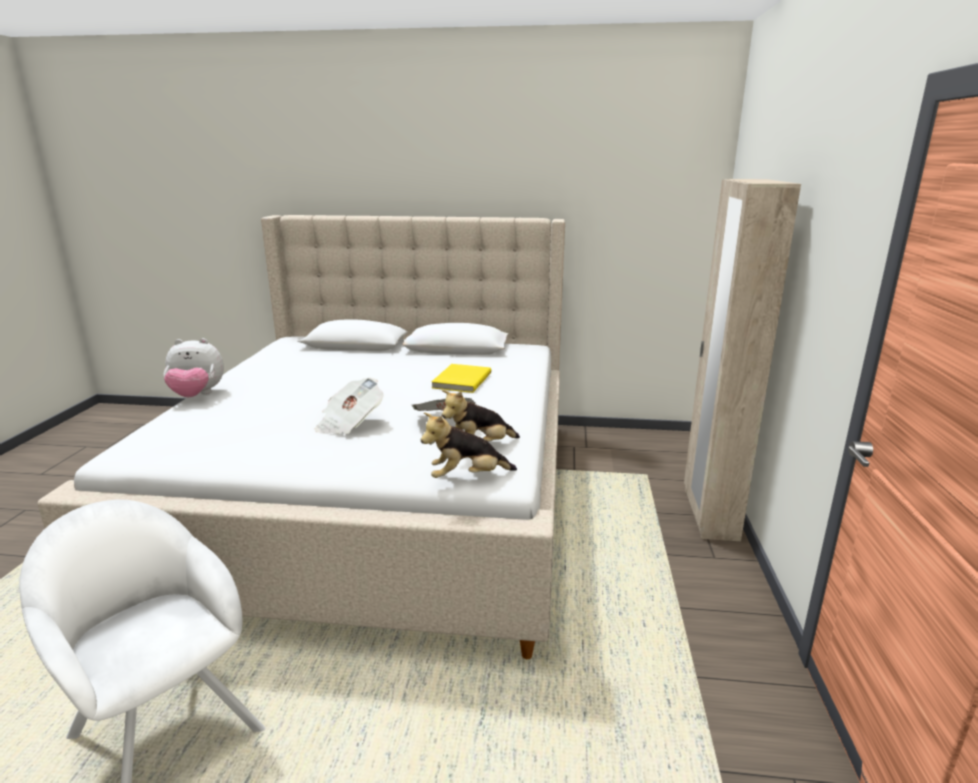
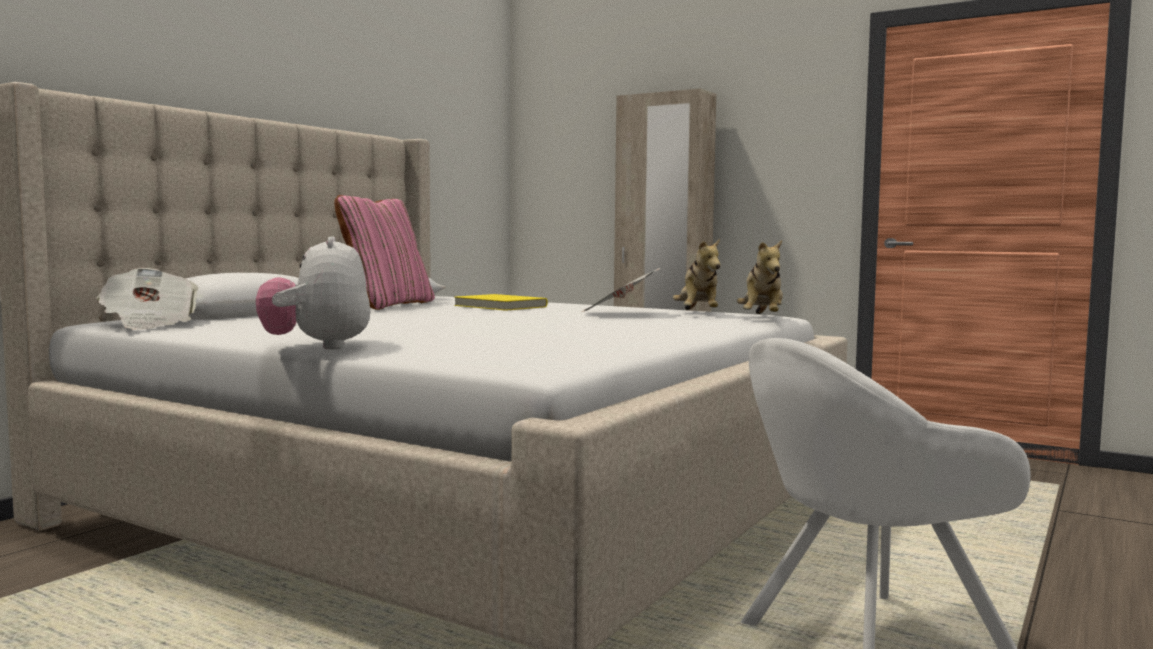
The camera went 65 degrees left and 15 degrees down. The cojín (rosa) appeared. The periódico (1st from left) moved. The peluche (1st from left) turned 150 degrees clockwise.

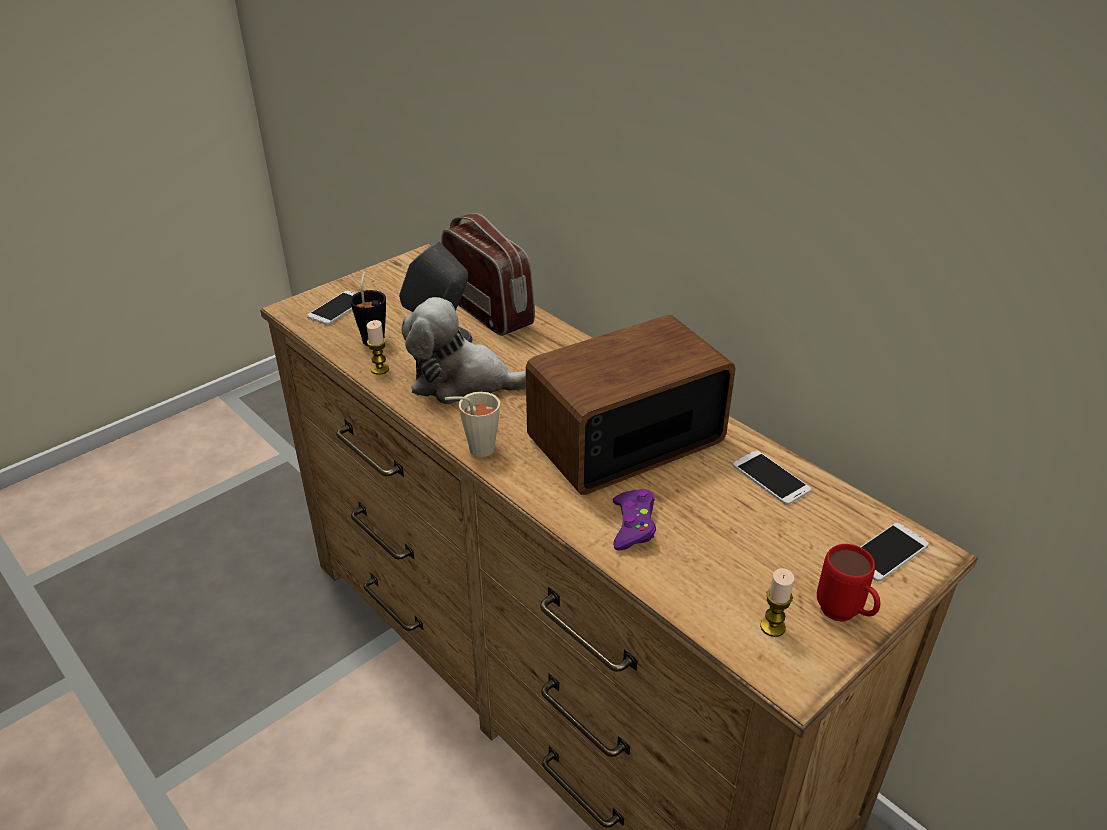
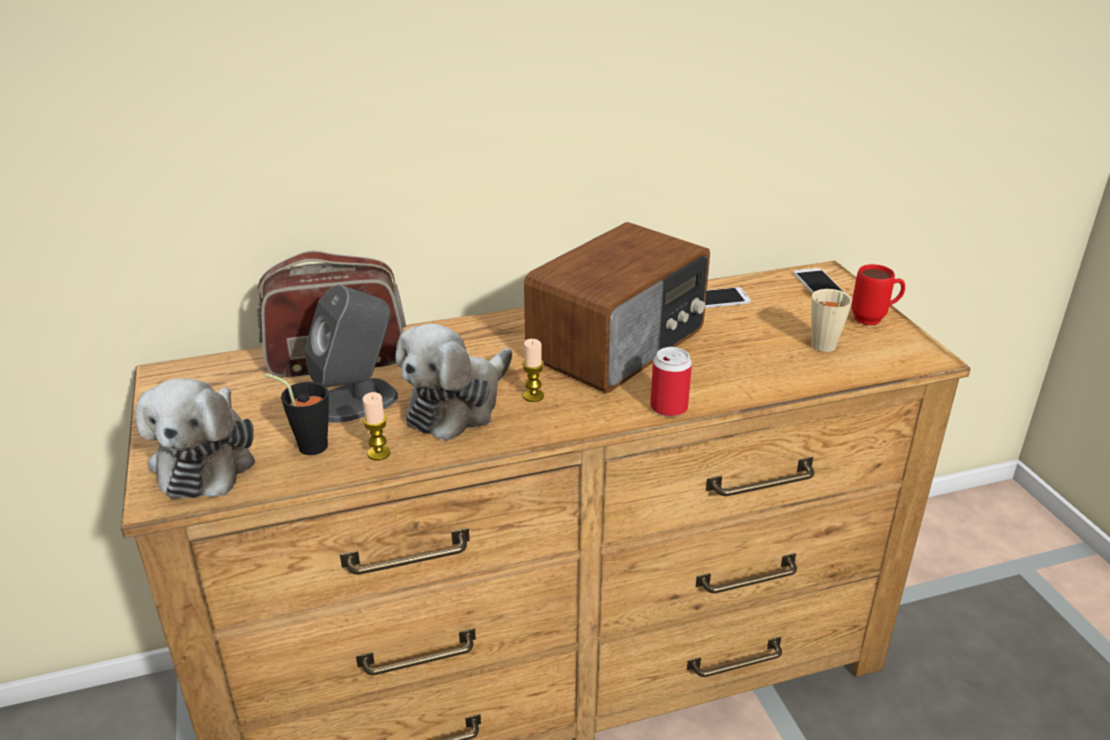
The camera went 65 degrees left and 5 degrees down. The mando de consola (morado) disappeared. The lata appeared. The taza (beis) moved. The vela (2nd from left) moved. The móvil (1st from left) was replaced by the peluche (1st from left). The radio (2nd from left) turned 135 degrees counterclockwise.

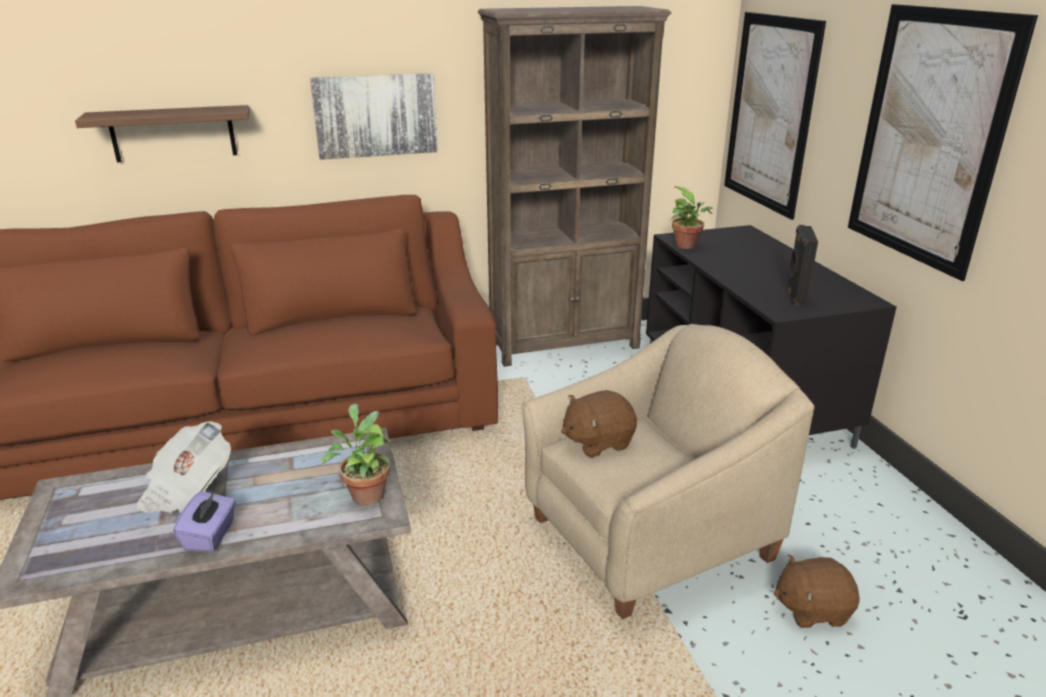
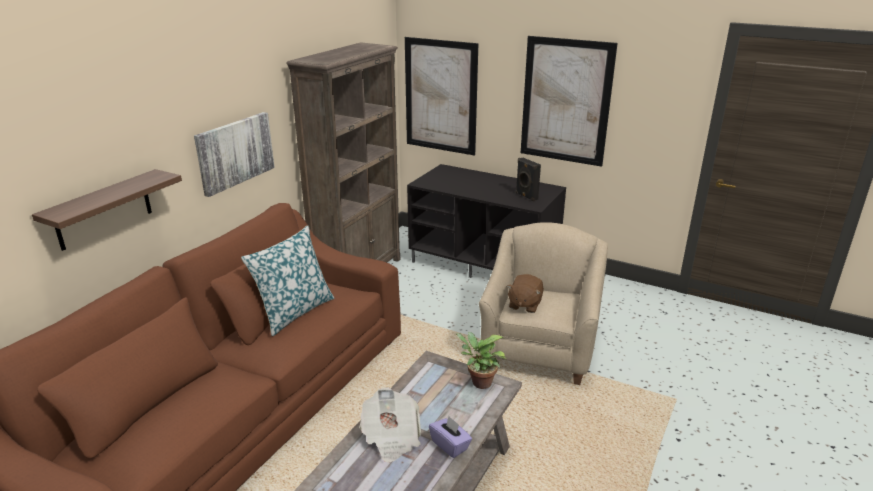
The camera went 45 degrees left and 0 degrees up. The planta en maceta (2nd from left) disappeared. The peluche (marrón) (2nd from left) disappeared. The cojín appeared.

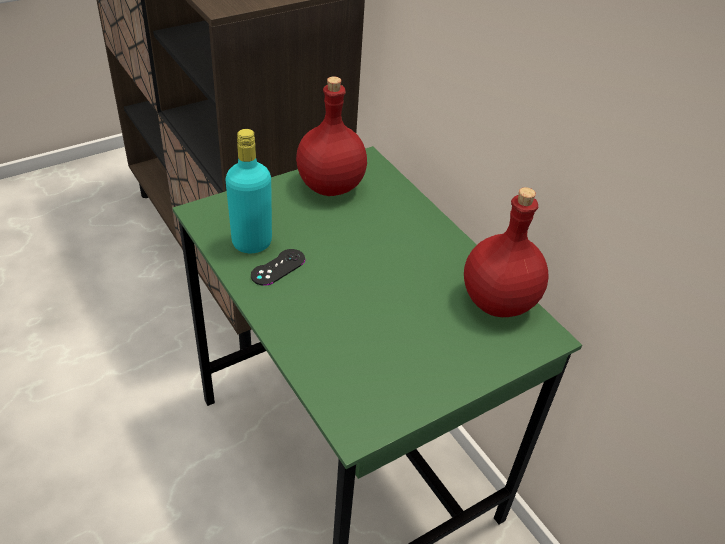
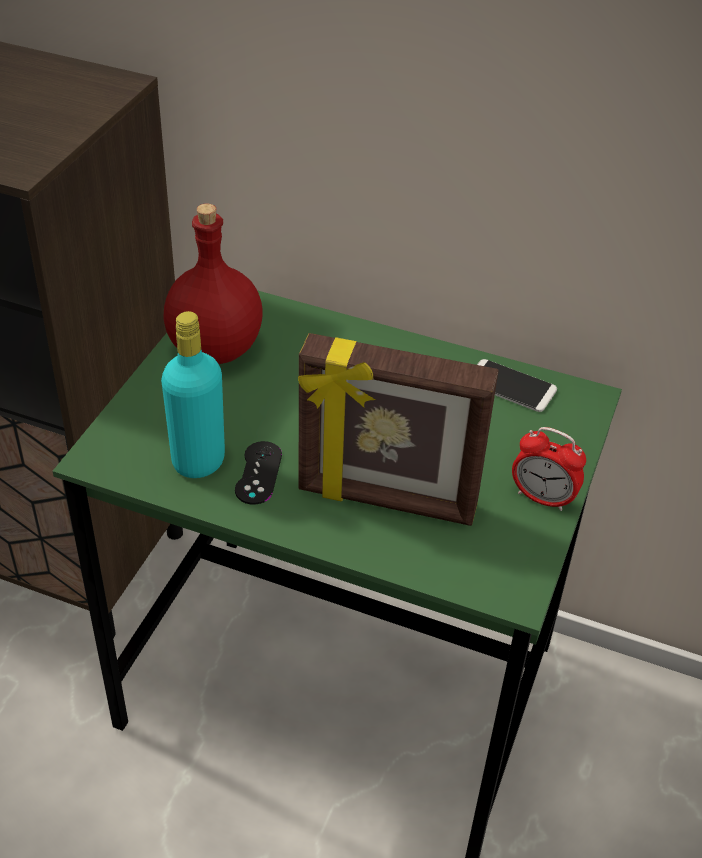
The camera went 35 degrees left and 0 degrees up. The portarretratos appeared. The despertador appeared. The botella (rojo) (2nd from left) was replaced by the móvil.

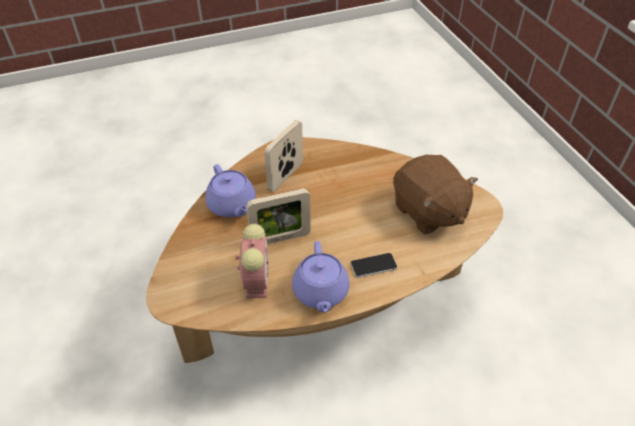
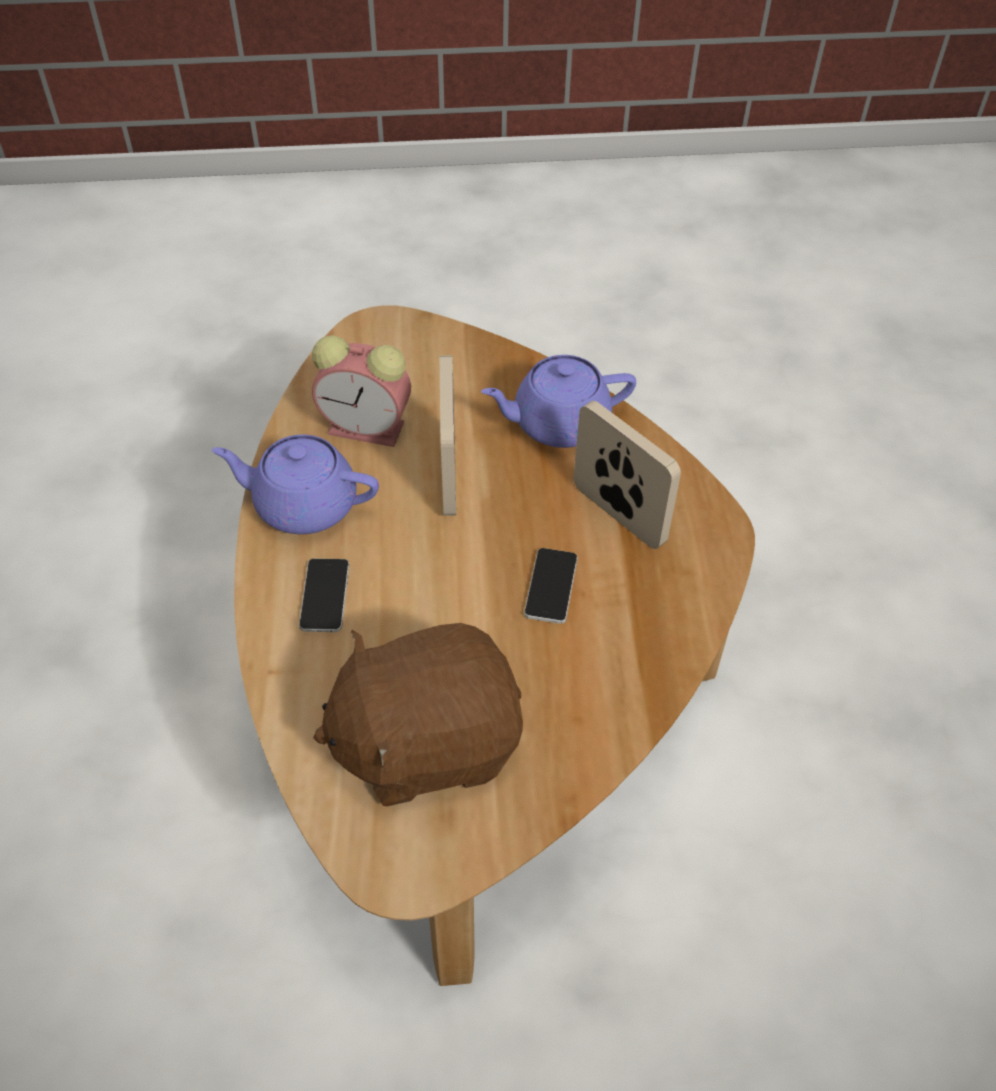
The camera went 105 degrees right and 5 degrees up. The móvil (2nd from left) appeared.

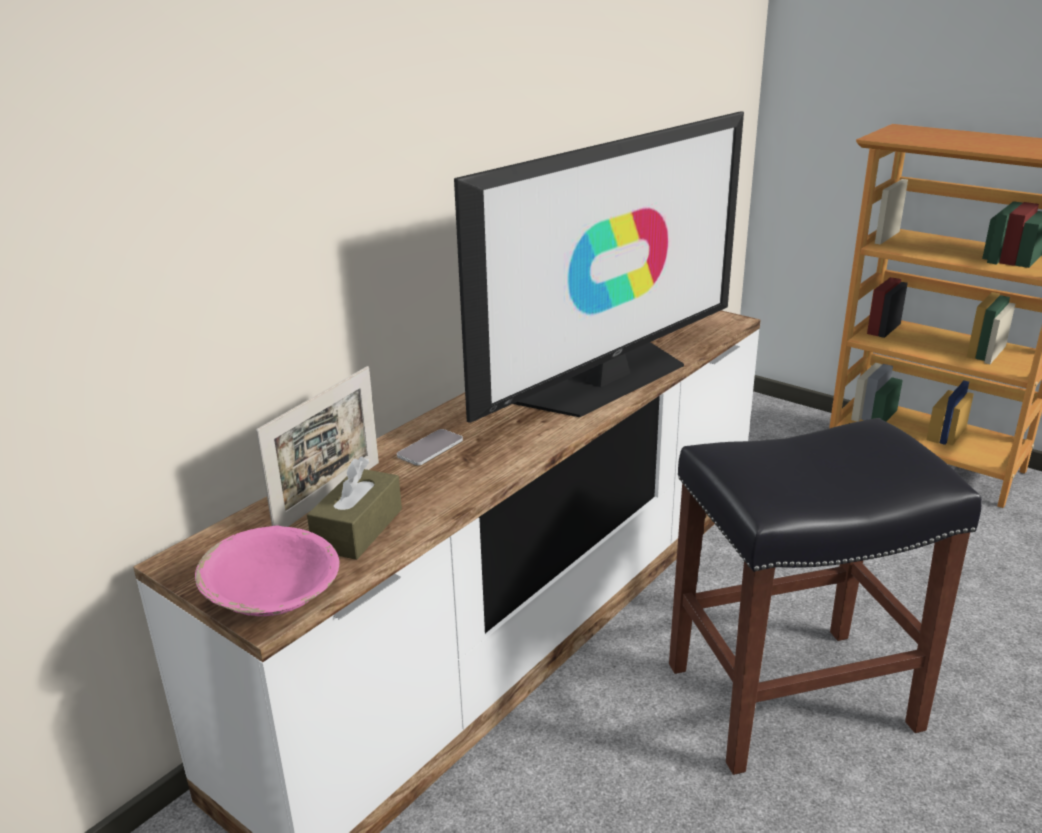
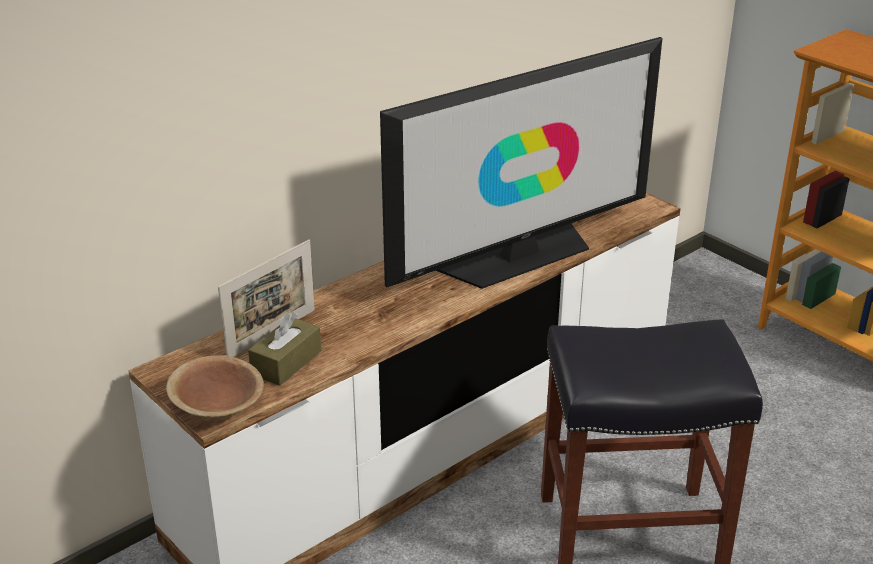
The camera went 10 degrees right and 5 degrees up. The móvil disappeared. The cuenco (rosa) became the cuenco (marrón).

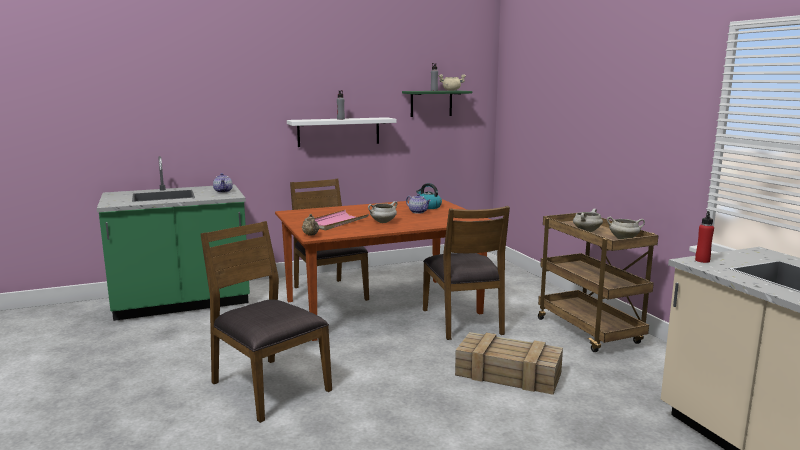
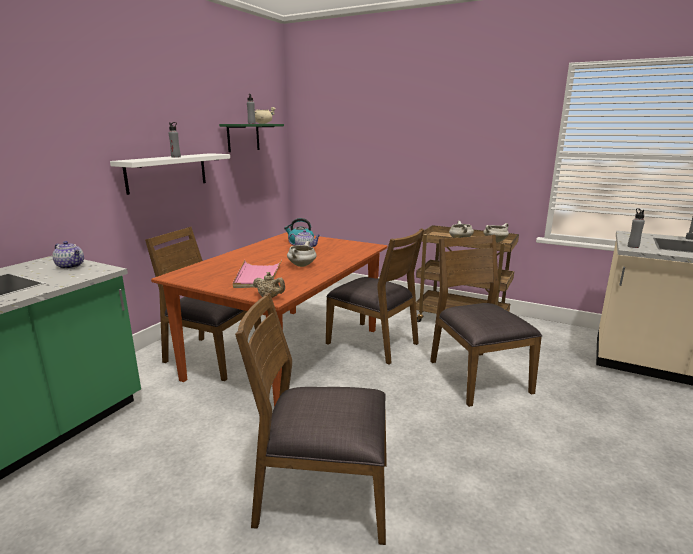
The camera went 40 degrees left and 5 degrees up. The caja de embalaje was replaced by the silla (marrón) (4th from left). The botella (rojo) became the botella (gris) (3rd from left).

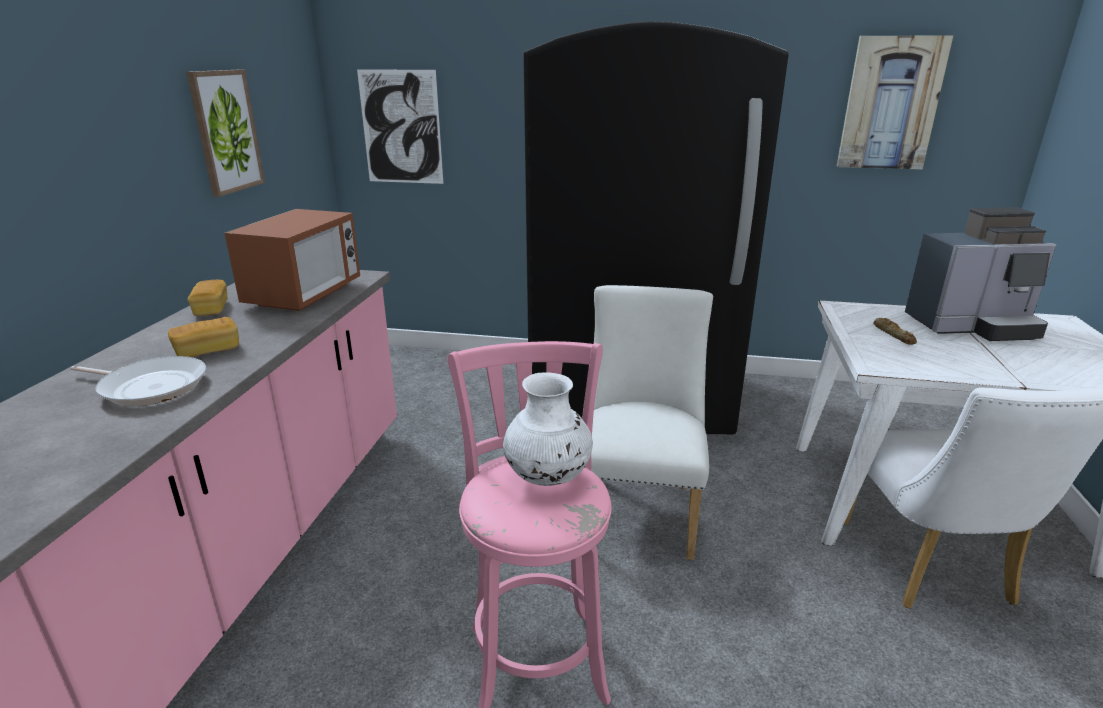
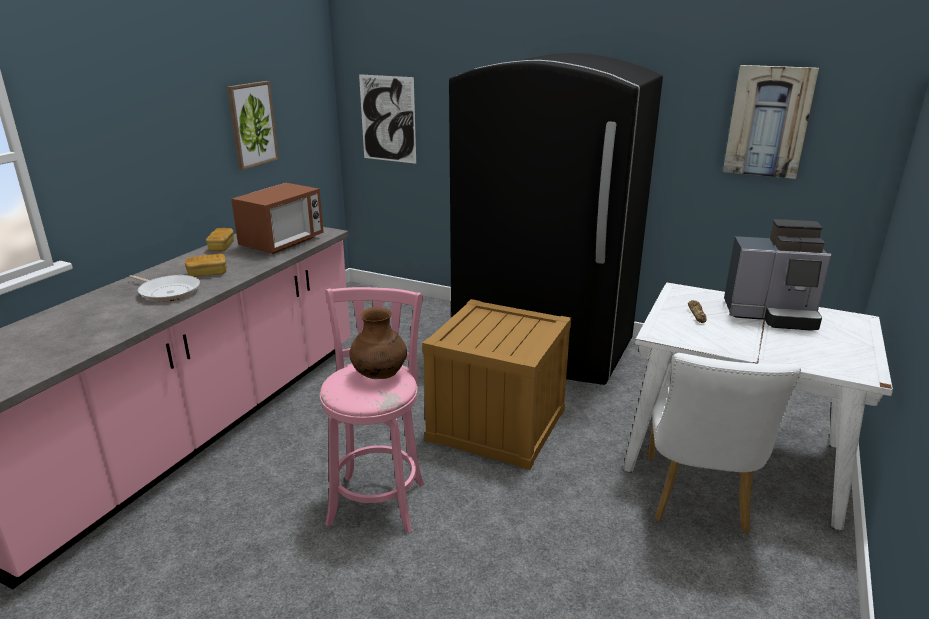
The camera went 15 degrees right and 0 degrees up. The silla (blanco) (1st from left) was replaced by the caja de embalaje. The florero (blanco) became the florero (marrón).

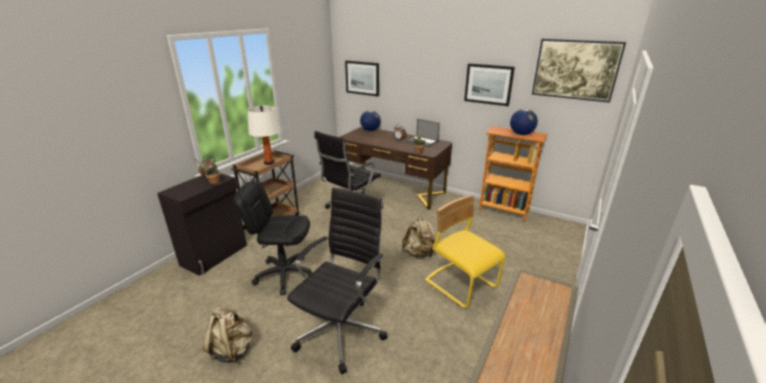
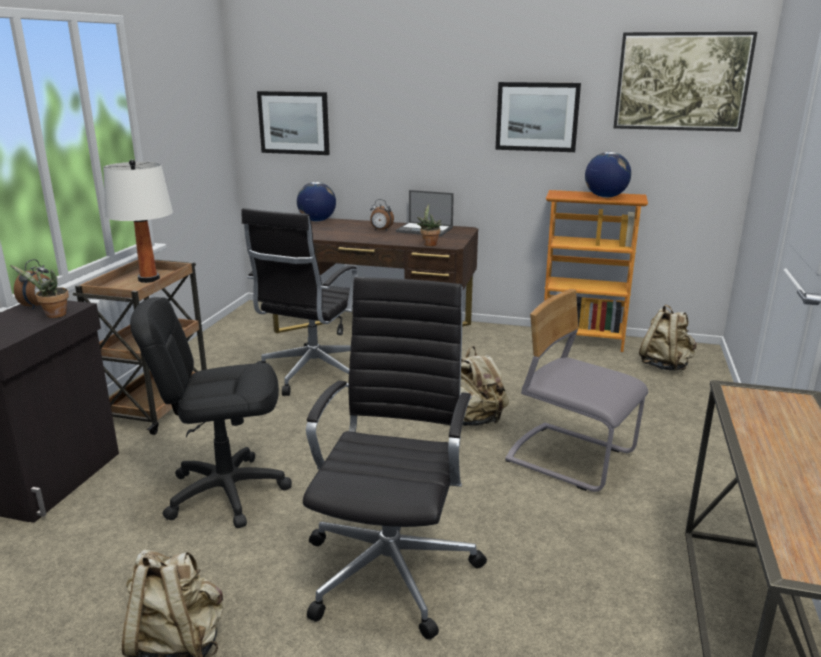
The camera went 15 degrees left and 5 degrees down. The mochila (beis) (3rd from left) appeared. The silla (amarillo) became the silla (gris).

